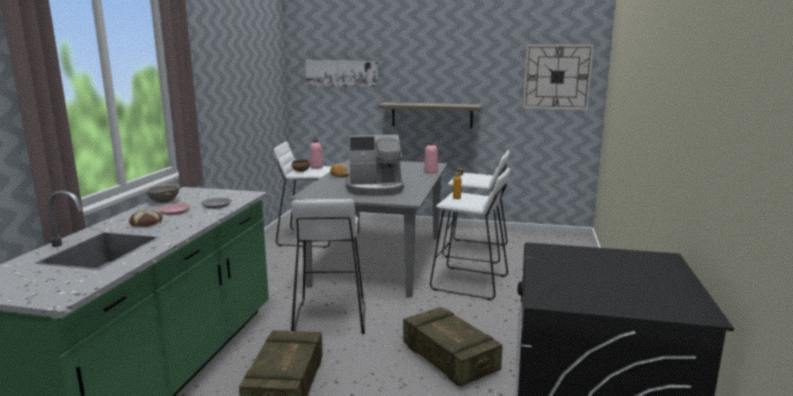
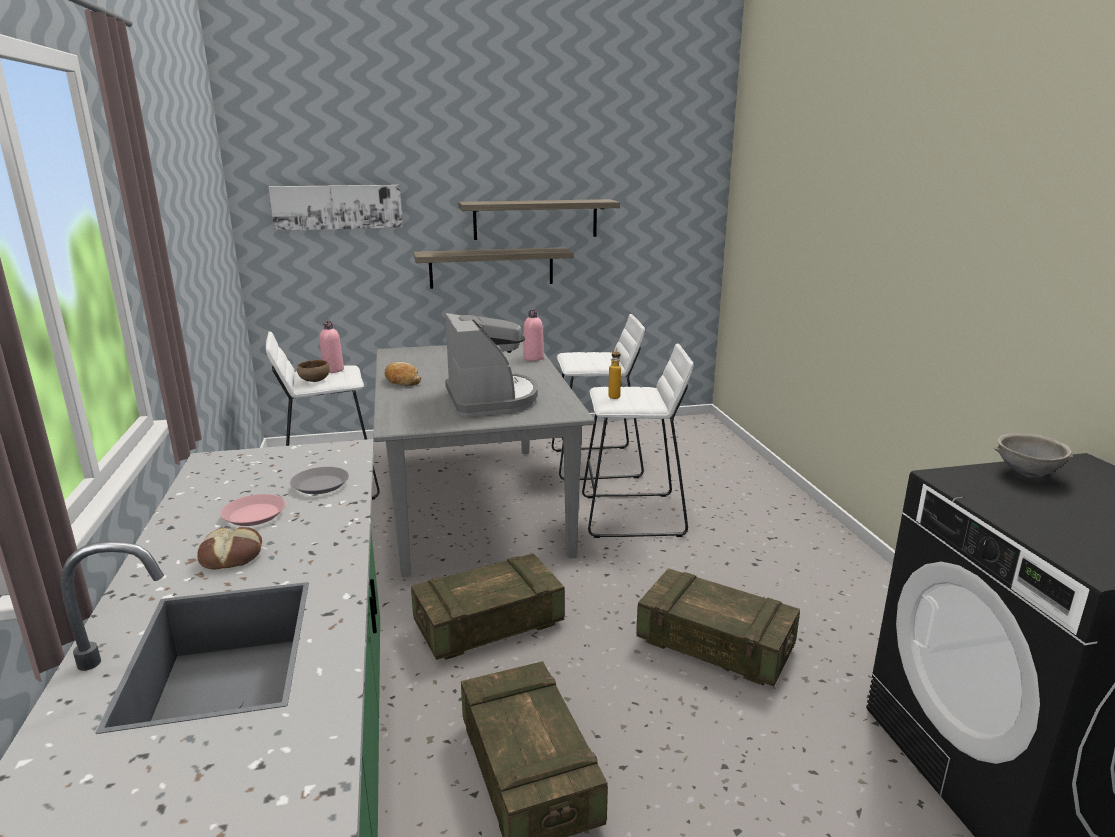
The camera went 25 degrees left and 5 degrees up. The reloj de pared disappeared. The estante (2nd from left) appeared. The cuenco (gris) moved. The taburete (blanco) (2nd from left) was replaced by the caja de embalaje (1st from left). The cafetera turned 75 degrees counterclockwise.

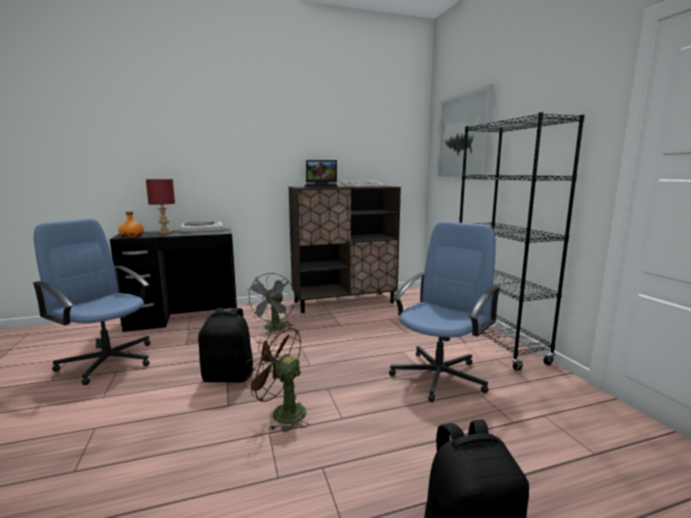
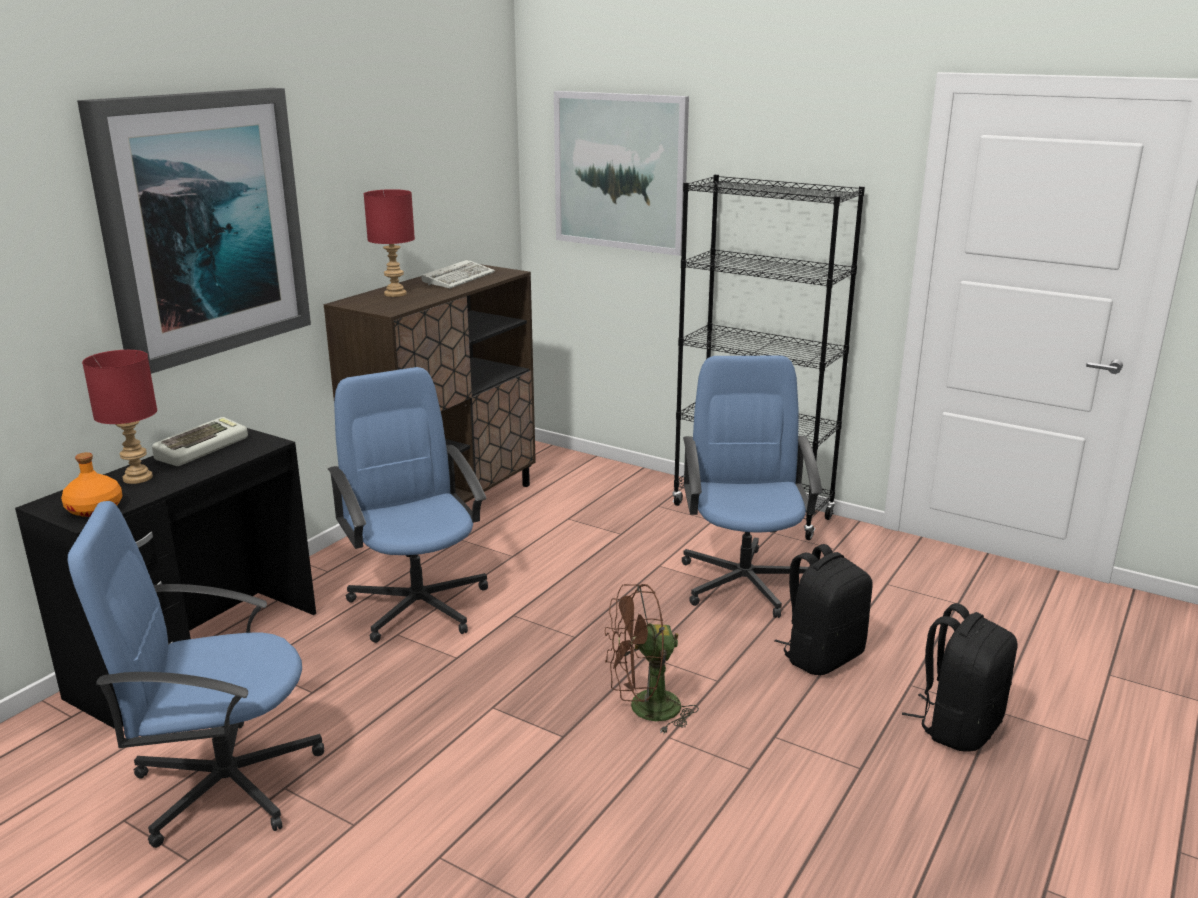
The camera went 40 degrees left and 10 degrees up. The cuadro (1st from left) appeared. The mochila (negro) (1st from left) moved. The ventilador (gris) was replaced by the silla de oficina (azul) (2nd from left). The portátil was replaced by the lámpara de mesa (rojo) (2nd from left).

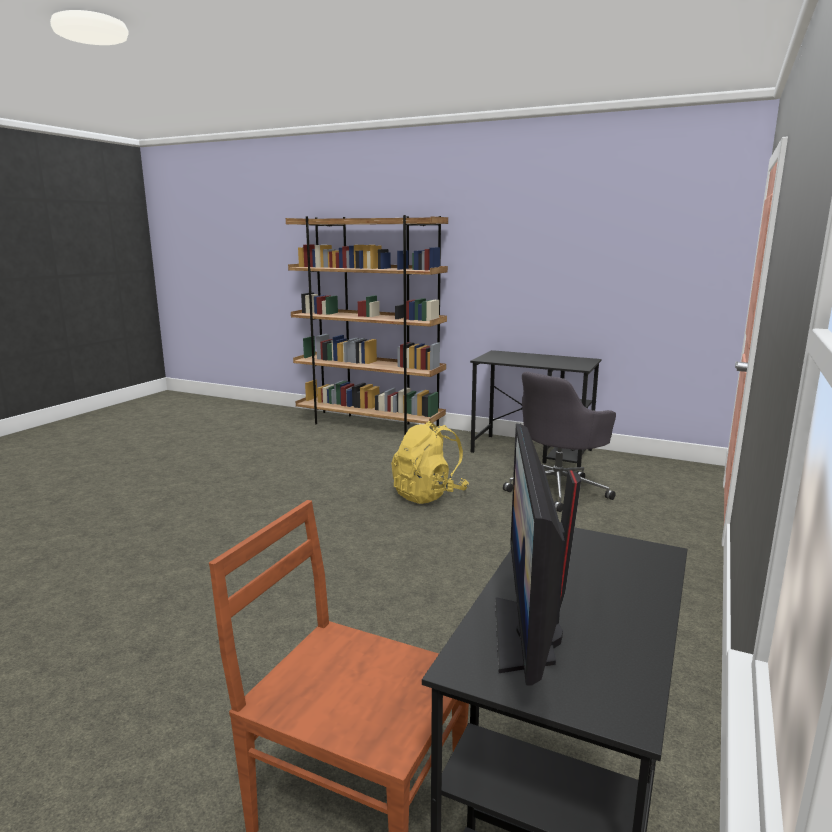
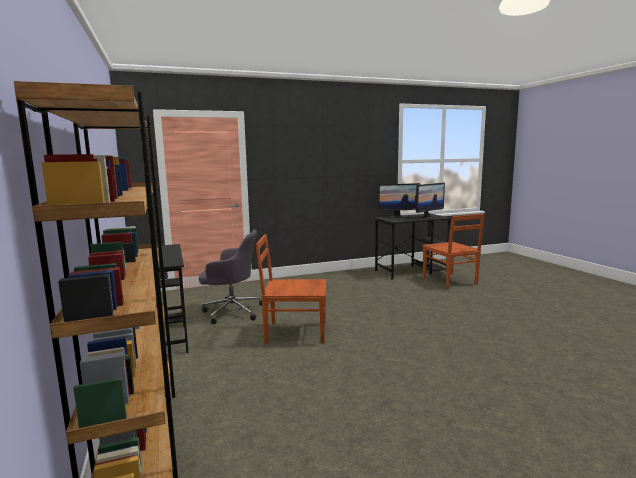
The camera went 135 degrees left and 5 degrees down. The monitor (1st from left) appeared. The mochila (amarillo) was replaced by the silla (marrón) (1st from left).

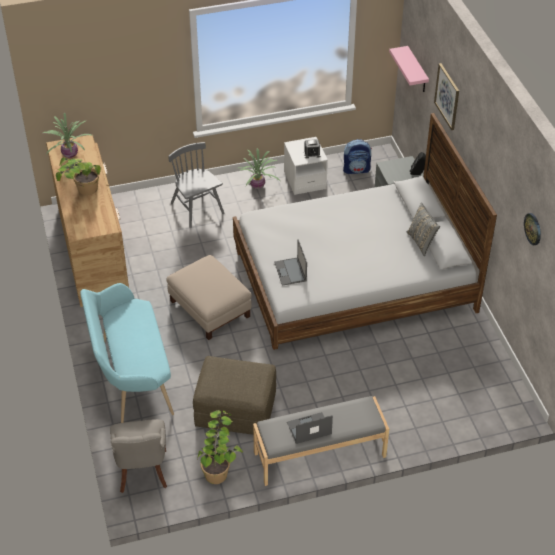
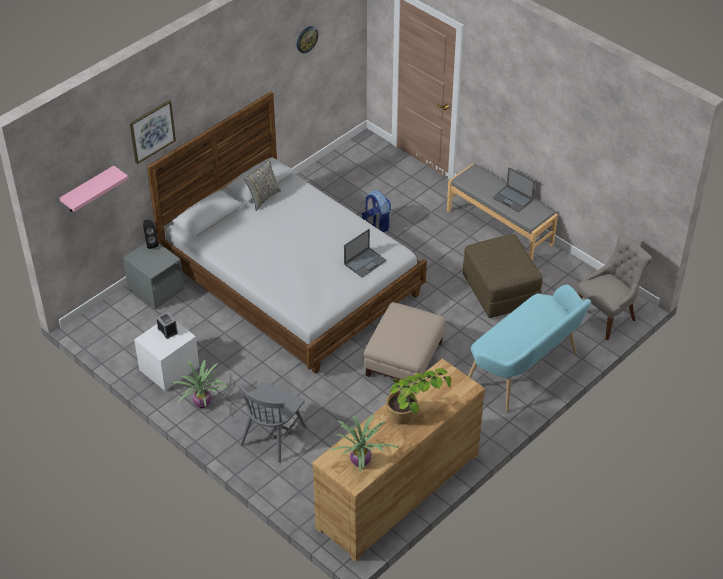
The camera went 120 degrees left and 0 degrees up. The planta en maceta (3rd from left) disappeared. The mochila moved.

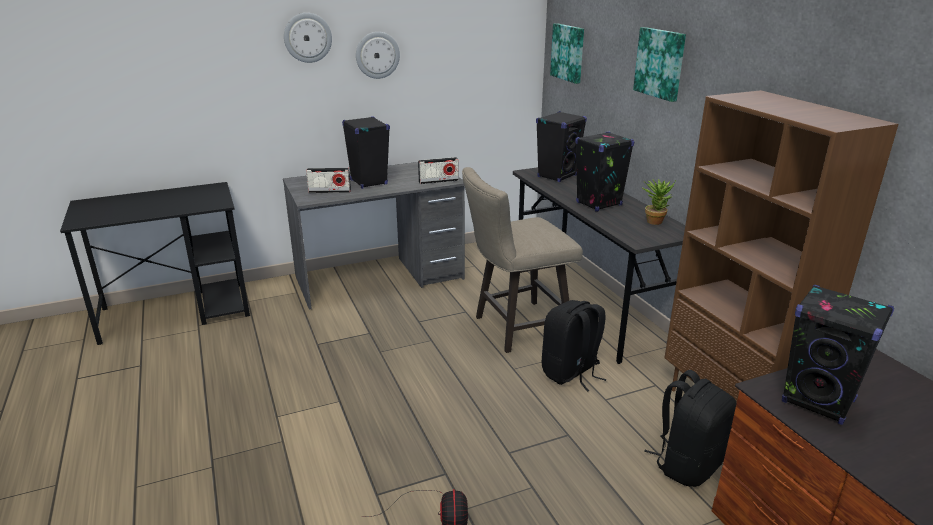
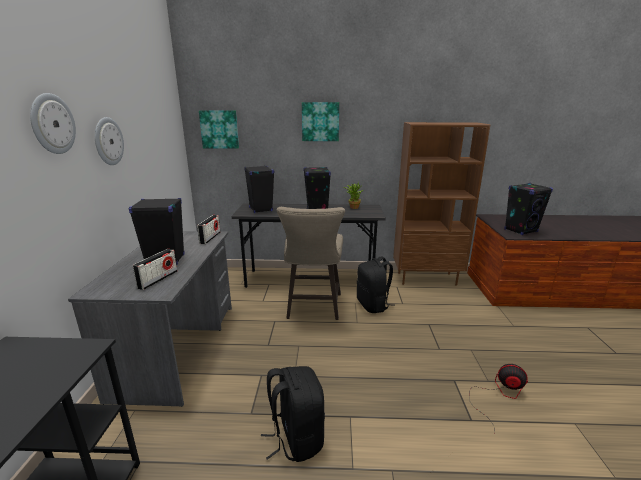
The camera went 65 degrees left and 5 degrees down. The mochila (negro) (2nd from left in the first image) moved.

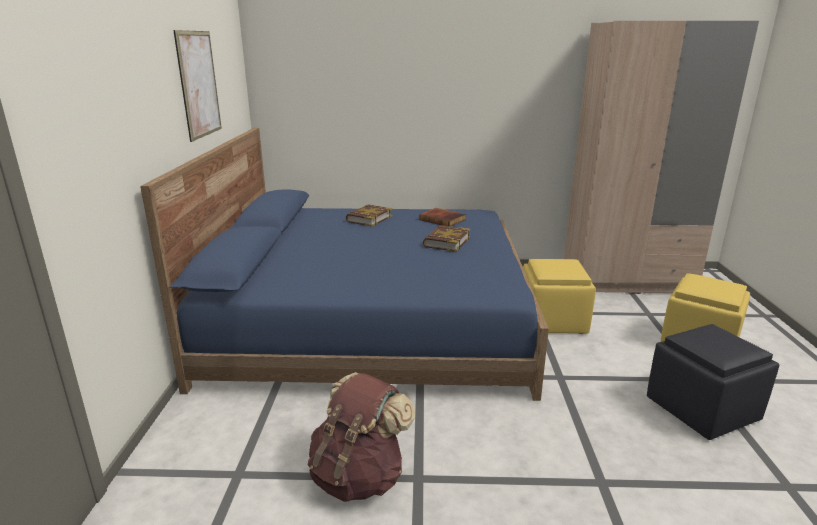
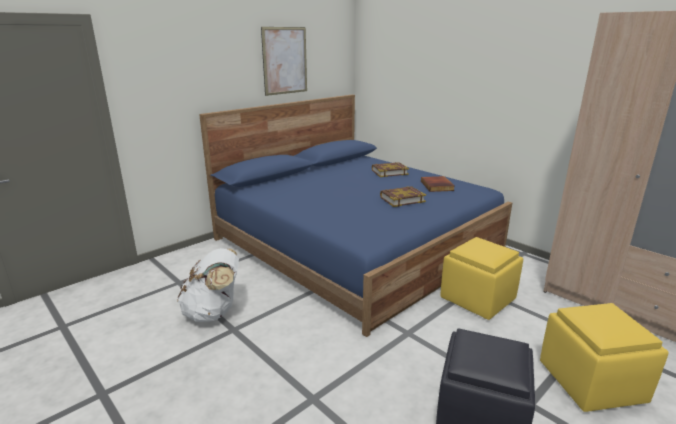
The camera went 45 degrees right and 0 degrees up. The mochila (marrón) became the mochila (blanco).

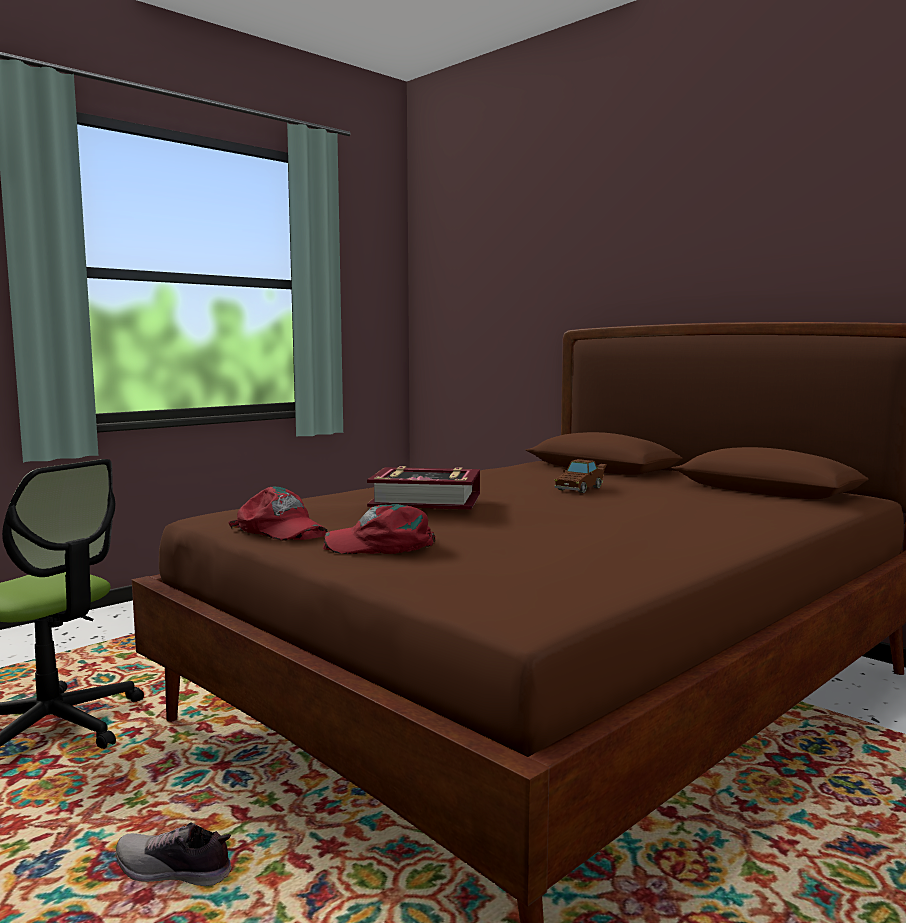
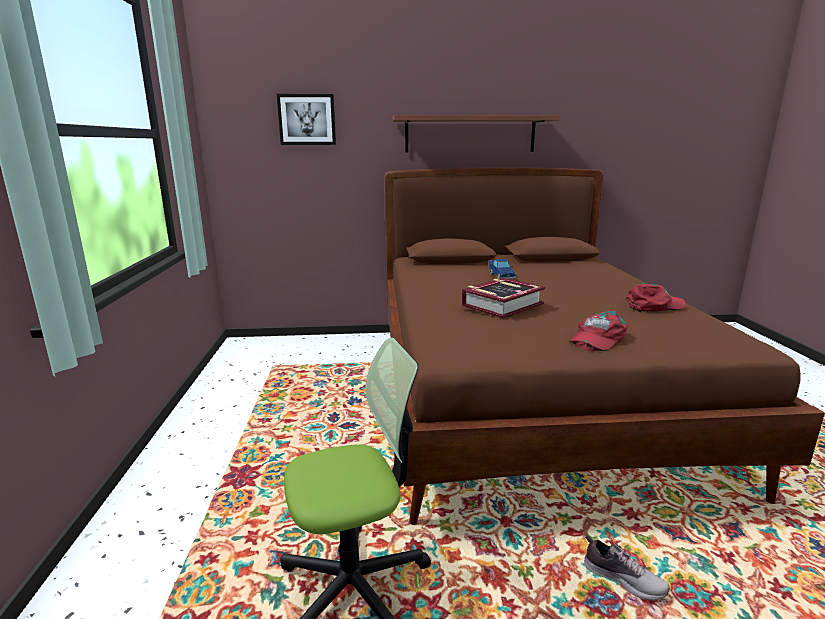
The camera went 50 degrees left and 10 degrees up. The cuadro appeared. The estante appeared. The gorra (rojo) (1st from left in the first image) moved. The coche de juguete (marrón) became the coche de juguete (azul). The zapato turned 105 degrees counterclockwise.

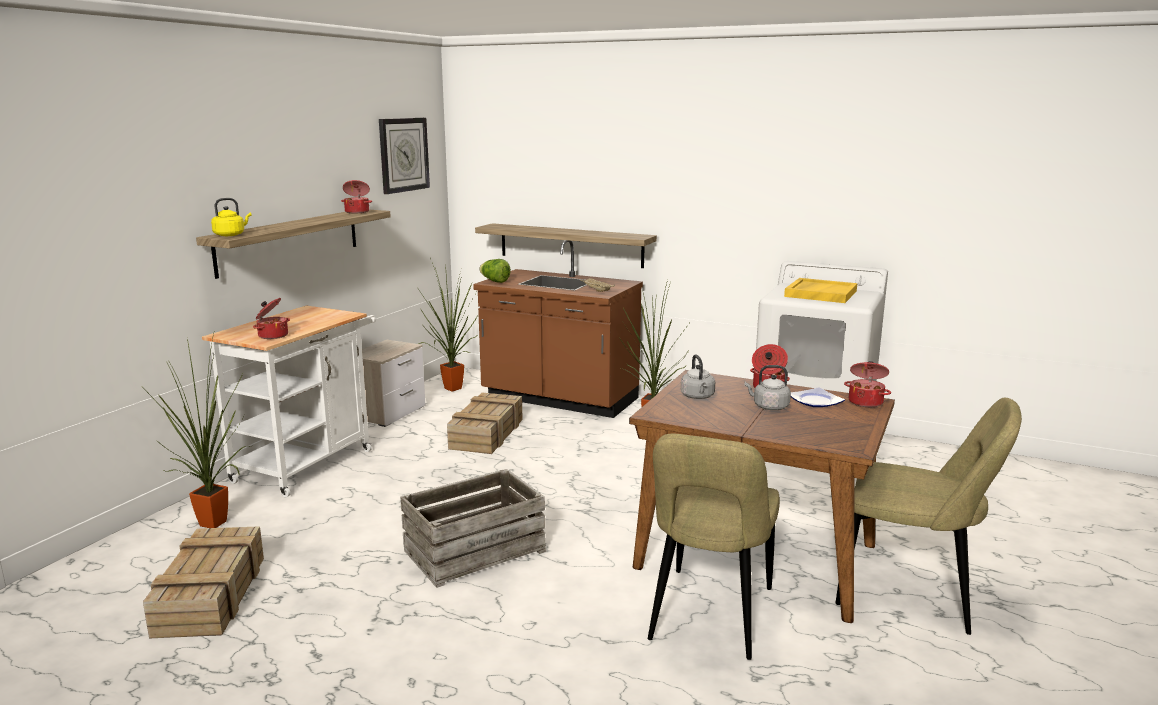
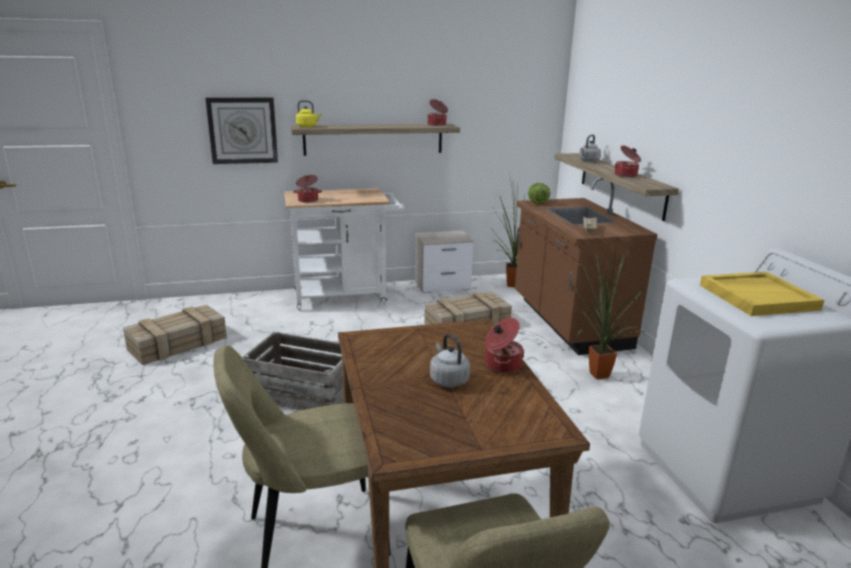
The camera went 50 degrees right and 5 degrees up. The planta en maceta (1st from left) disappeared. The plato disappeared. The reloj de pared moved. The hervidor (gris) (1st from left in the first image) moved. The olla (4th from left) moved.

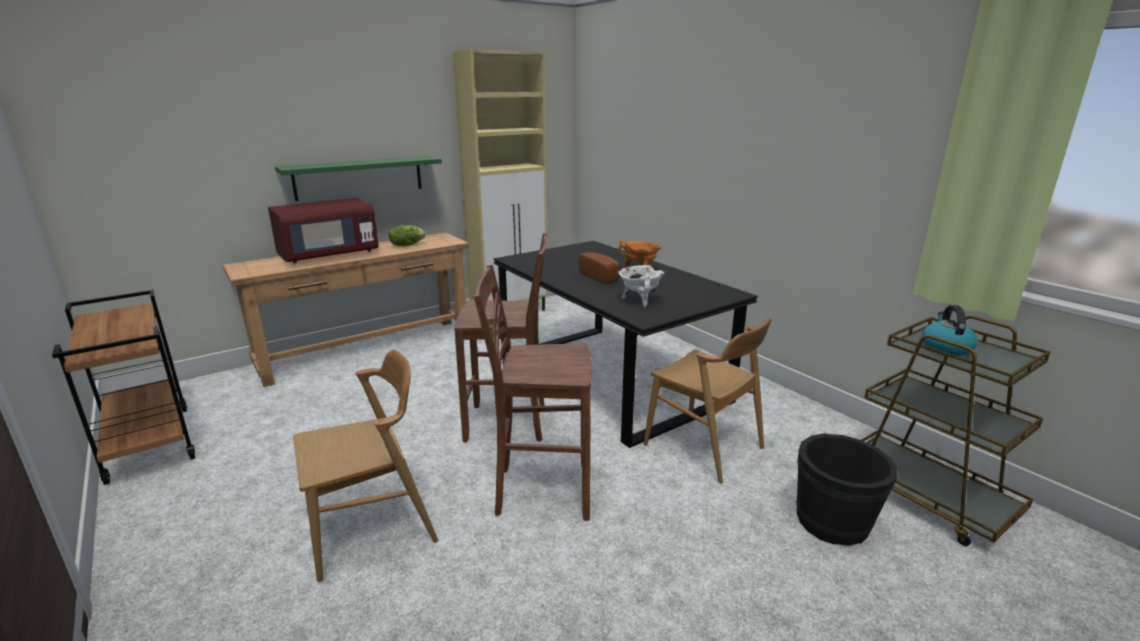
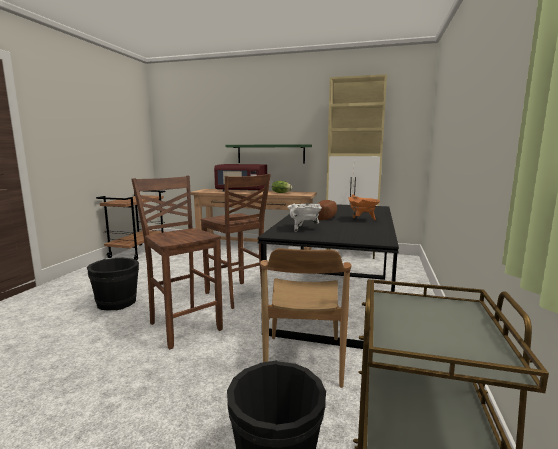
The camera went 50 degrees right and 10 degrees down. The hervidor disappeared. The silla (marrón) (1st from left) was replaced by the cubo (negro) (1st from left).

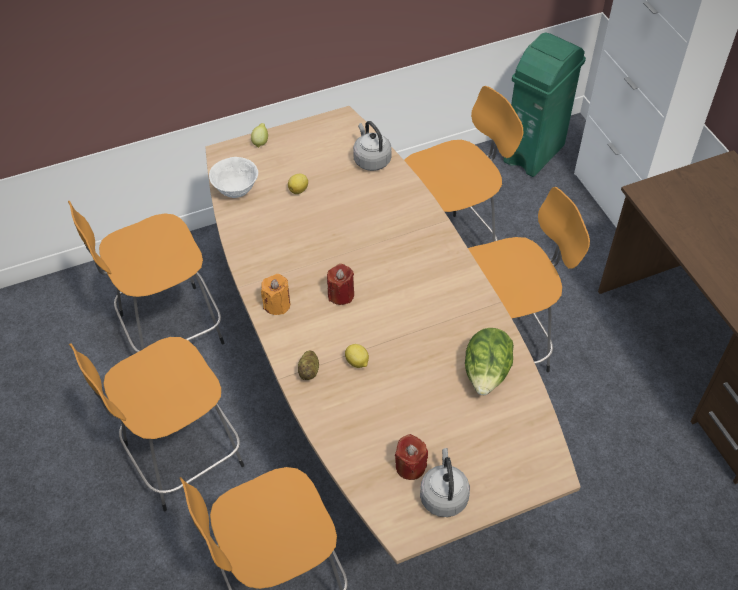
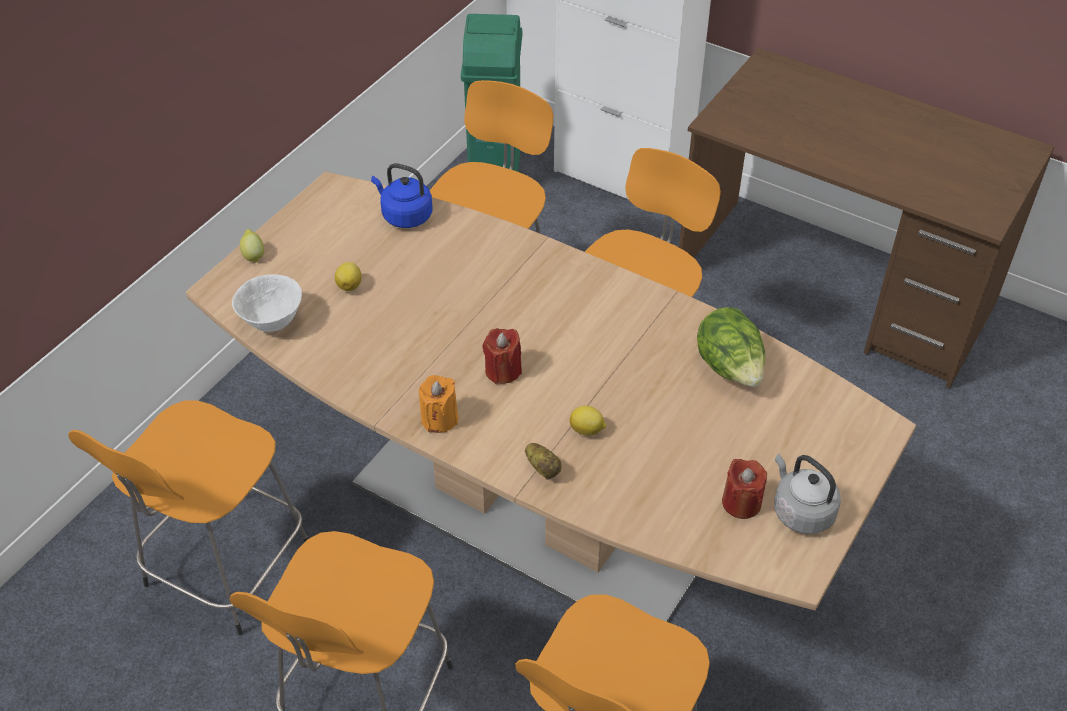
The camera went 35 degrees left and 5 degrees down. The hervidor (gris) (1st from left) became the hervidor (azul).

